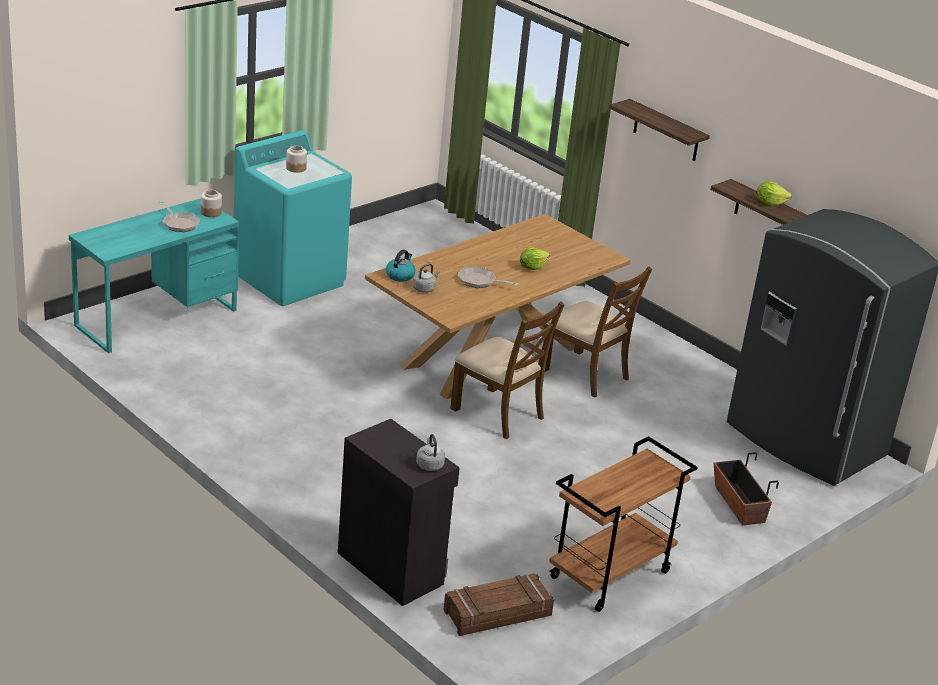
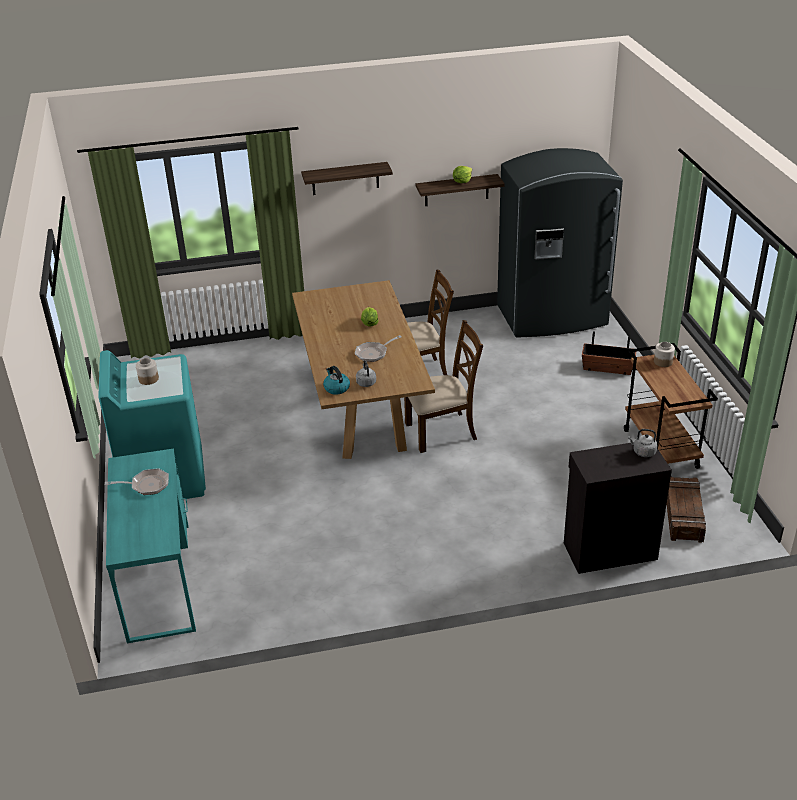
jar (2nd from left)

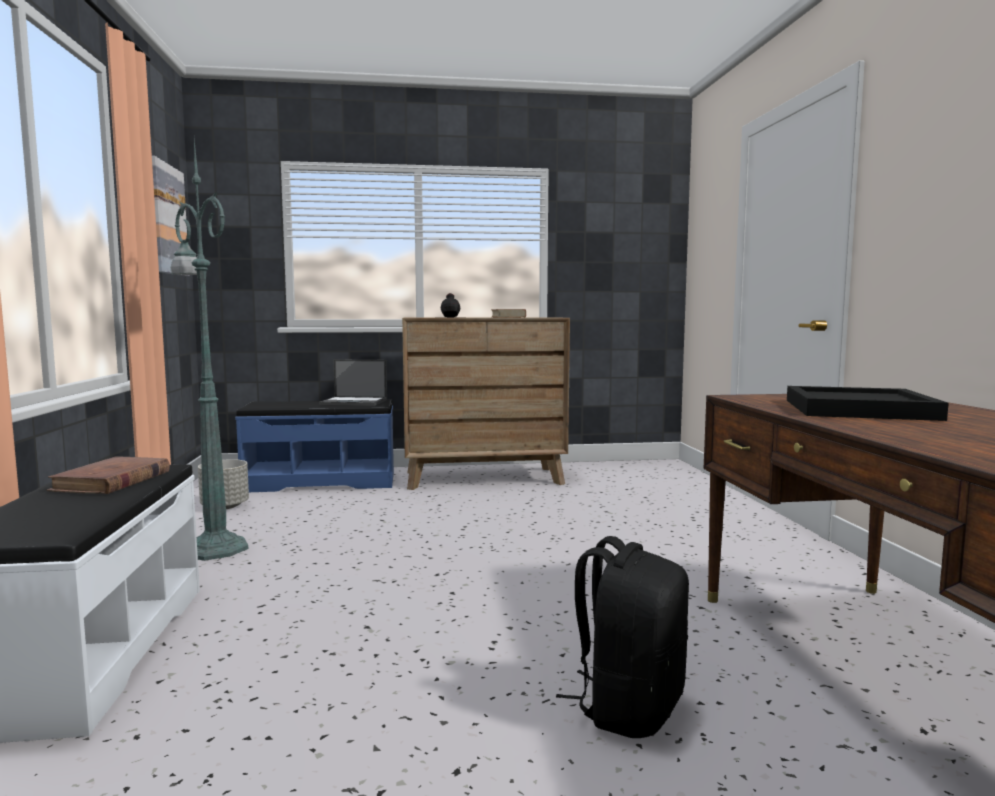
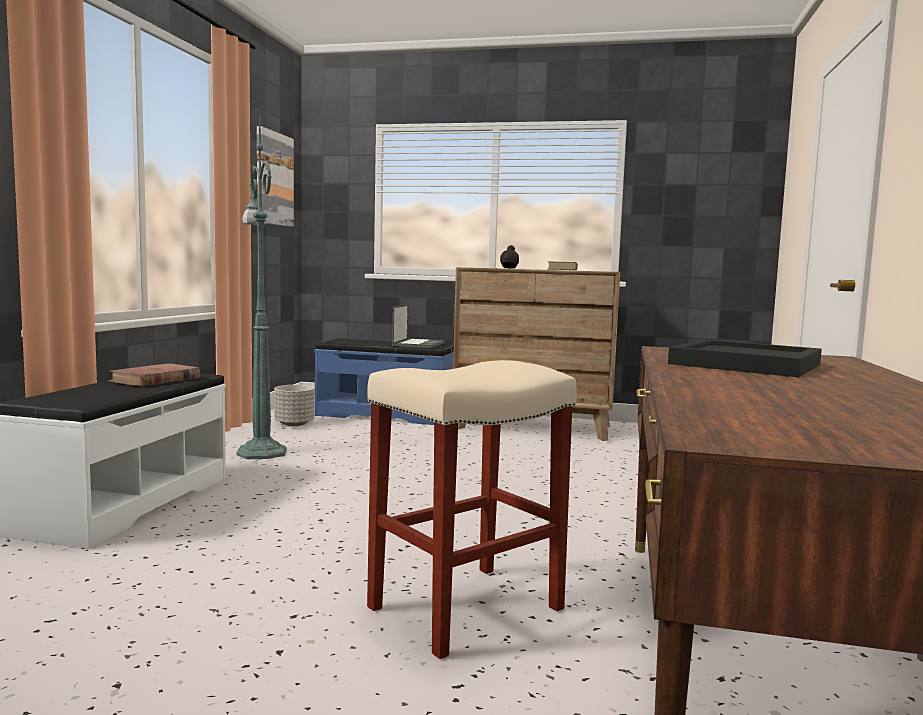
stool (beige); laptop

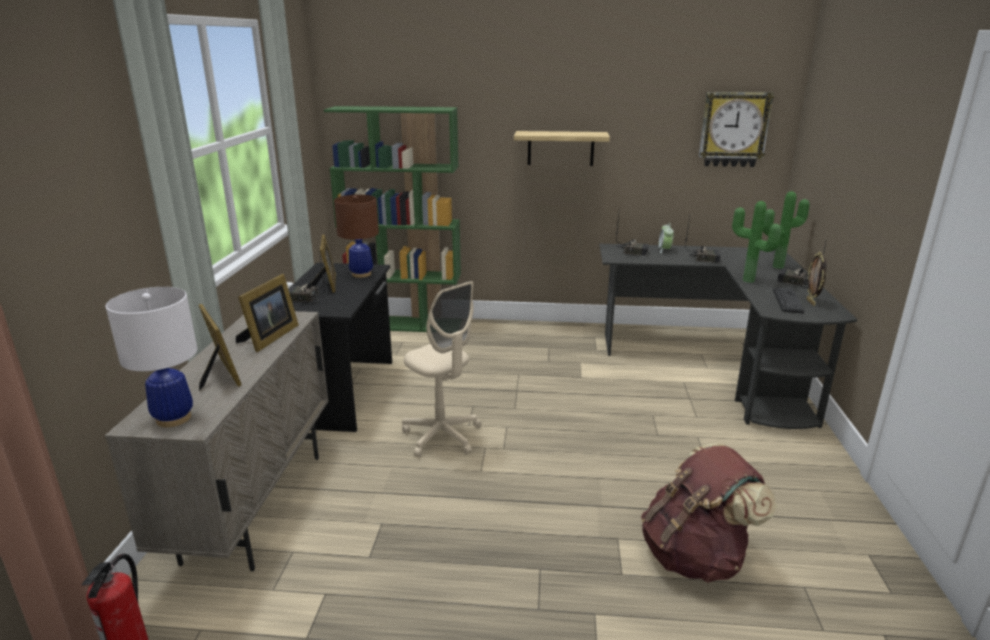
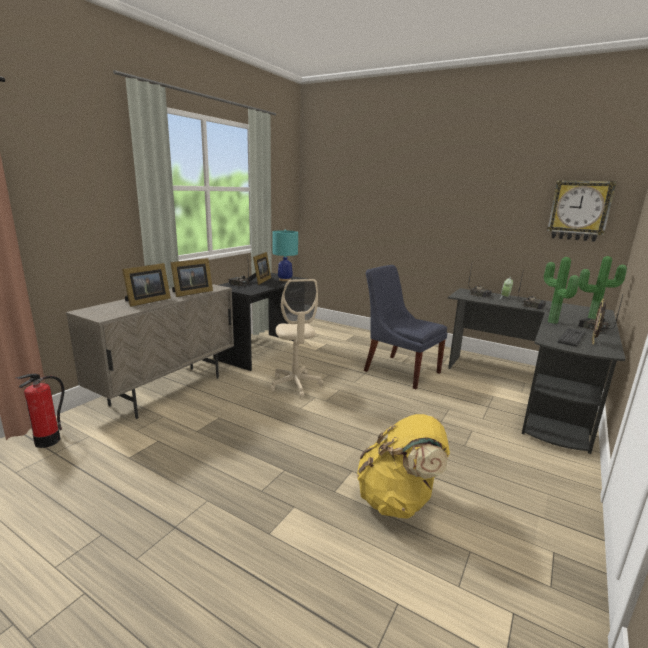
table lamp (white); bookcase (green); shelf; chair (blue); table lamp (turquoise); backpack (yellow); picture frame (1st from left)

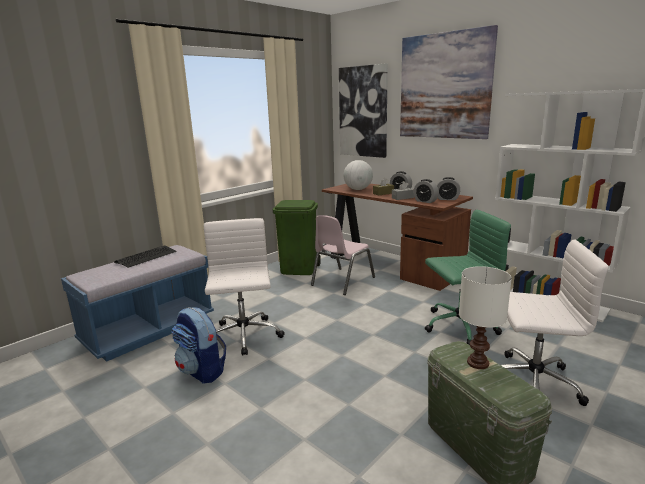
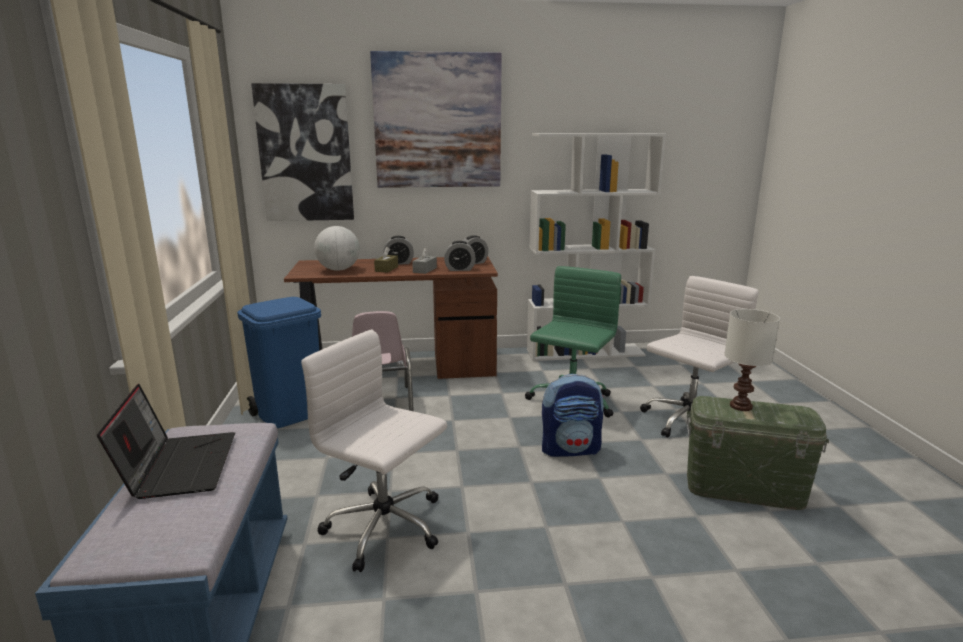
backpack; laptop; trash can (blue)

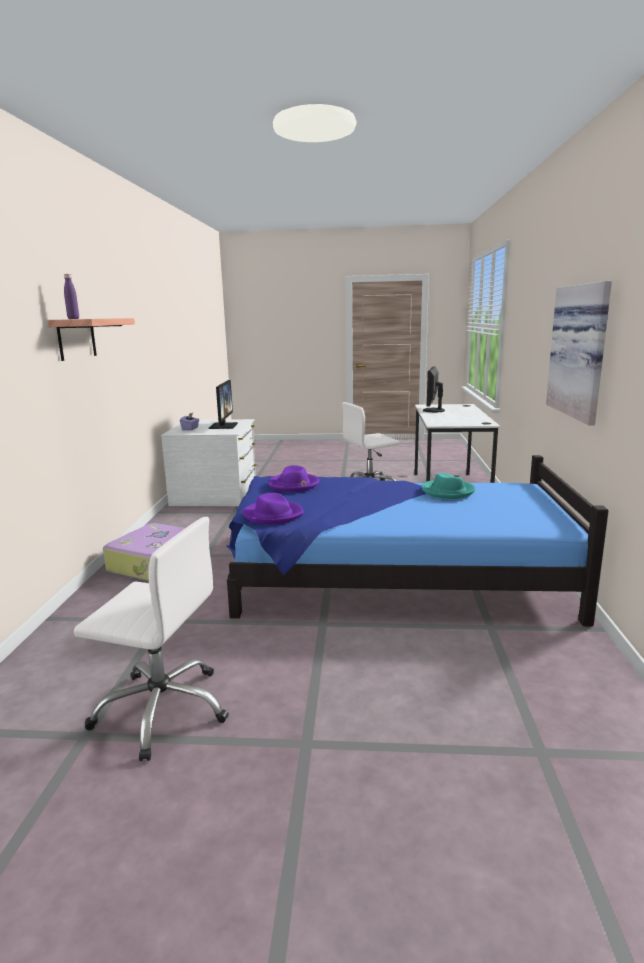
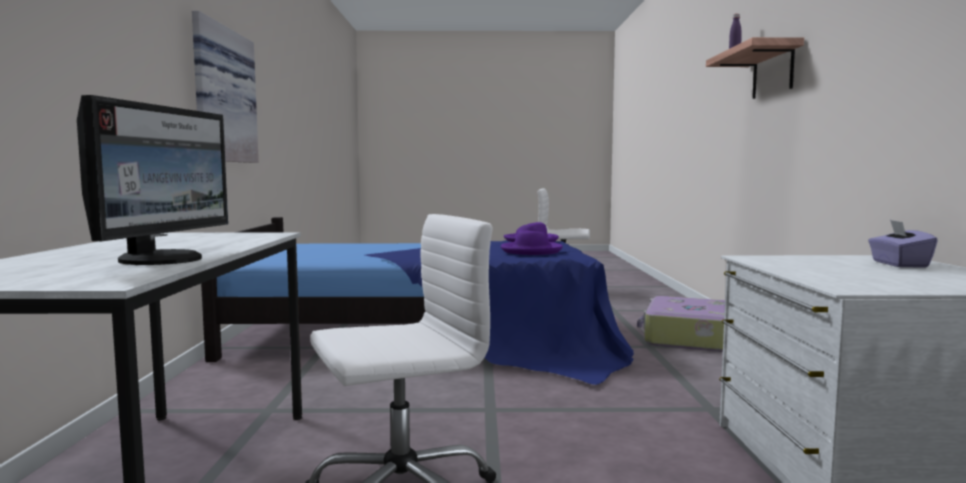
monitor (1st from left in the first image); hat (turquoise)

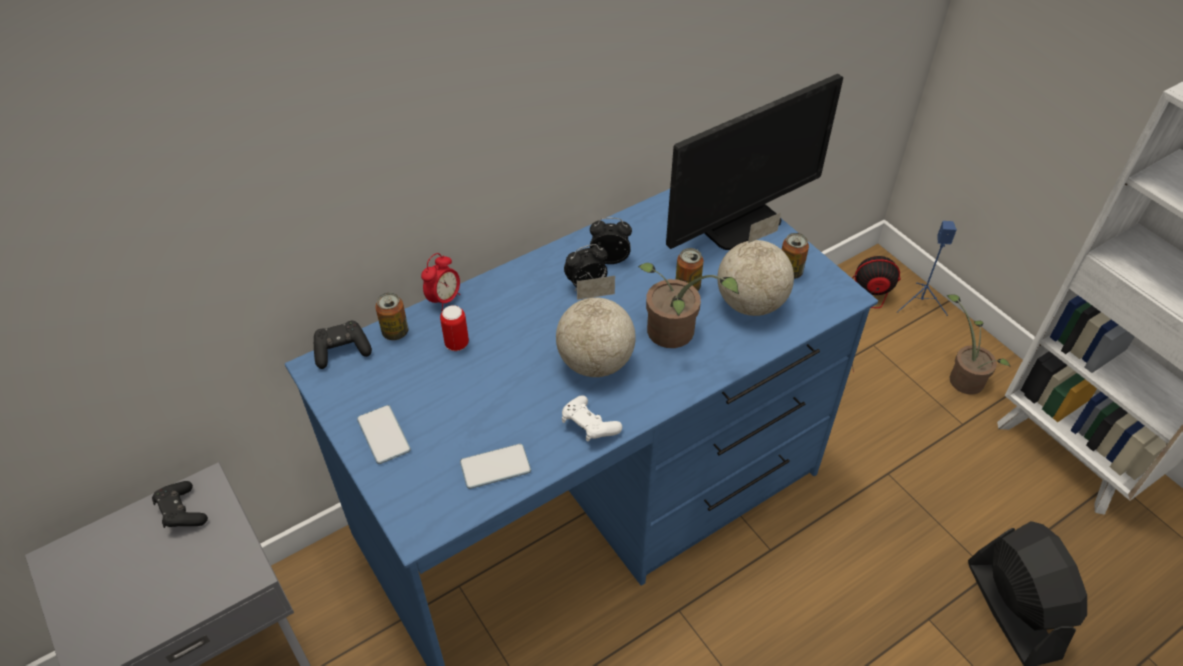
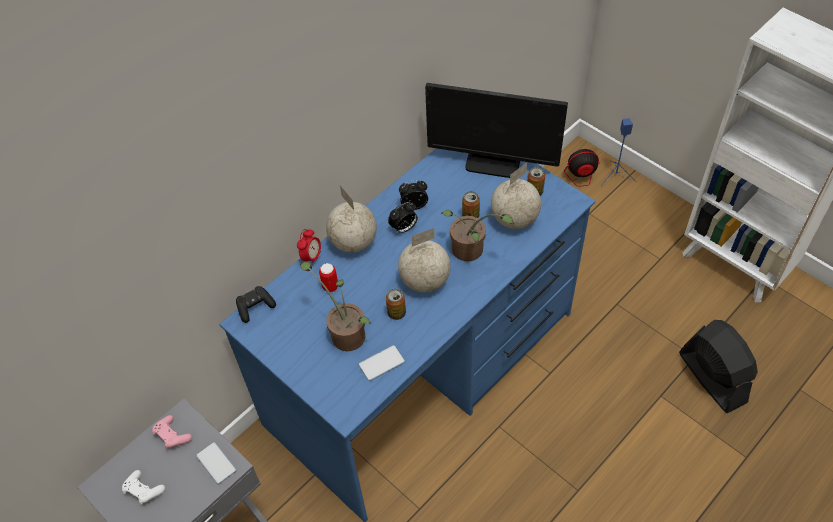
globe (1st from left); phone (1st from left); can (2nd from left); game controller (white); potted plant (1st from left); game controller (pink); monitor

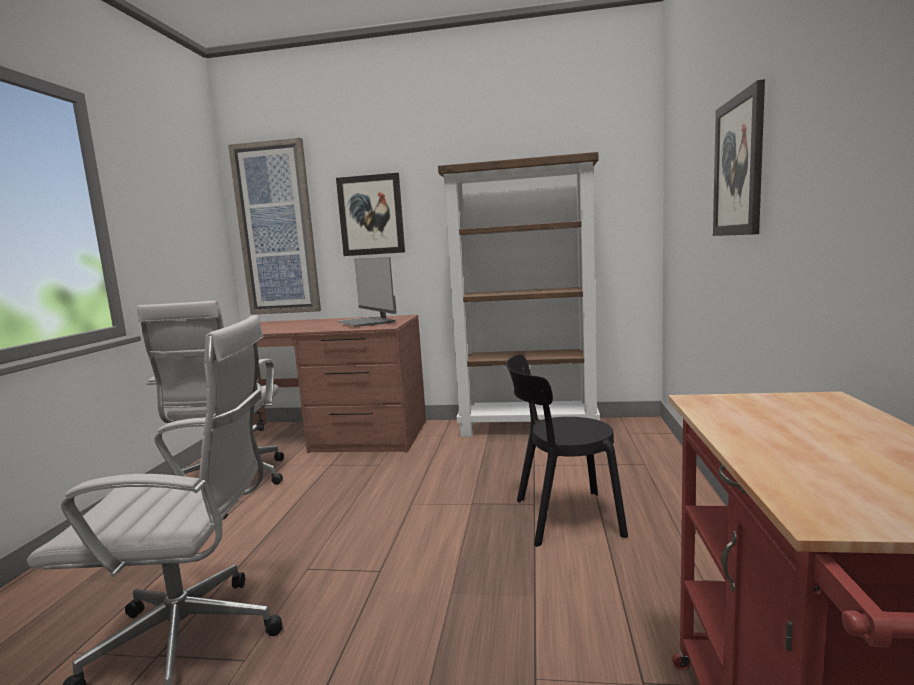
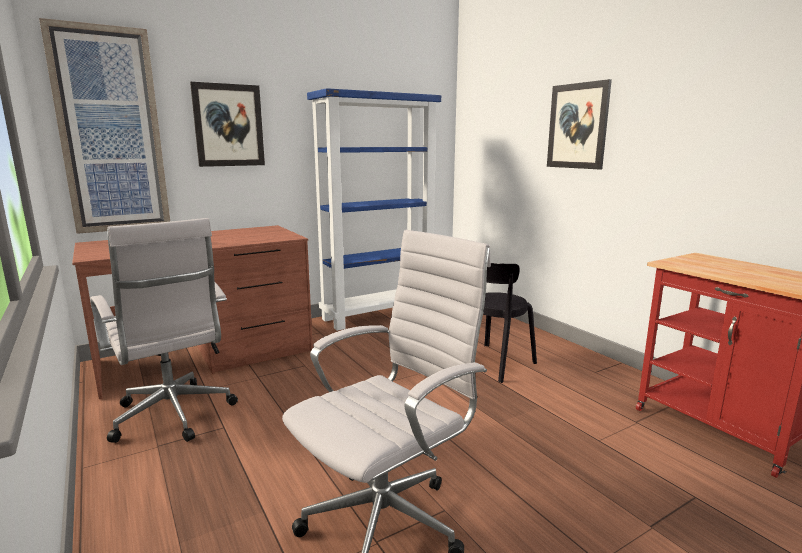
monitor; bookcase (blue)

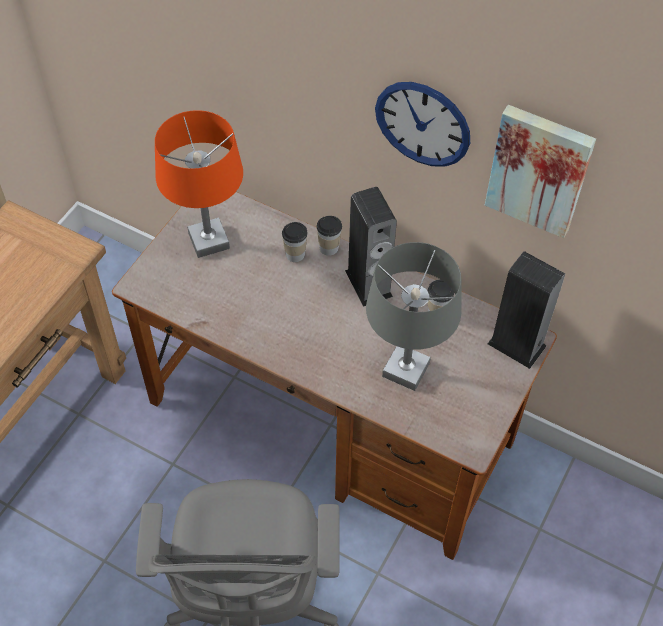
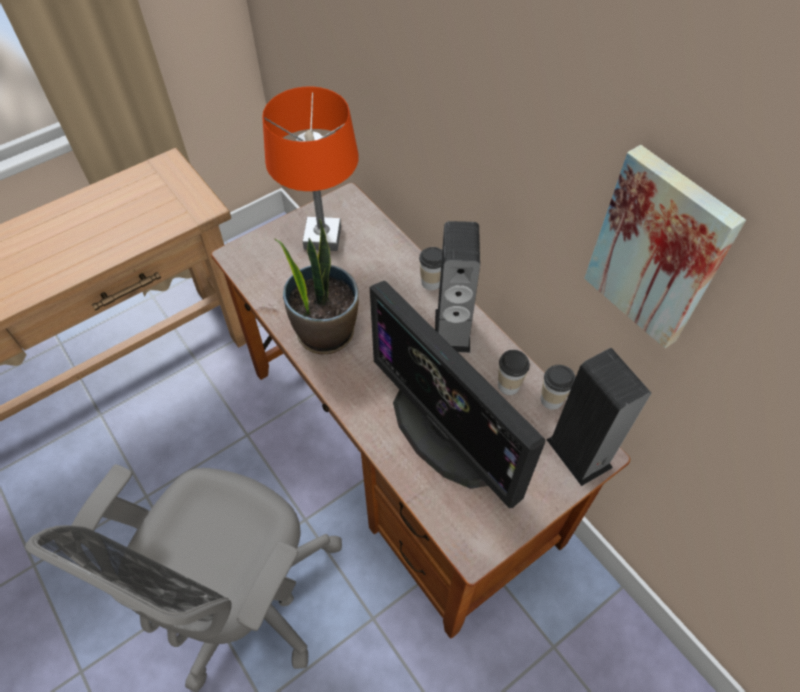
wall clock; potted plant; cup (3rd from left); monitor

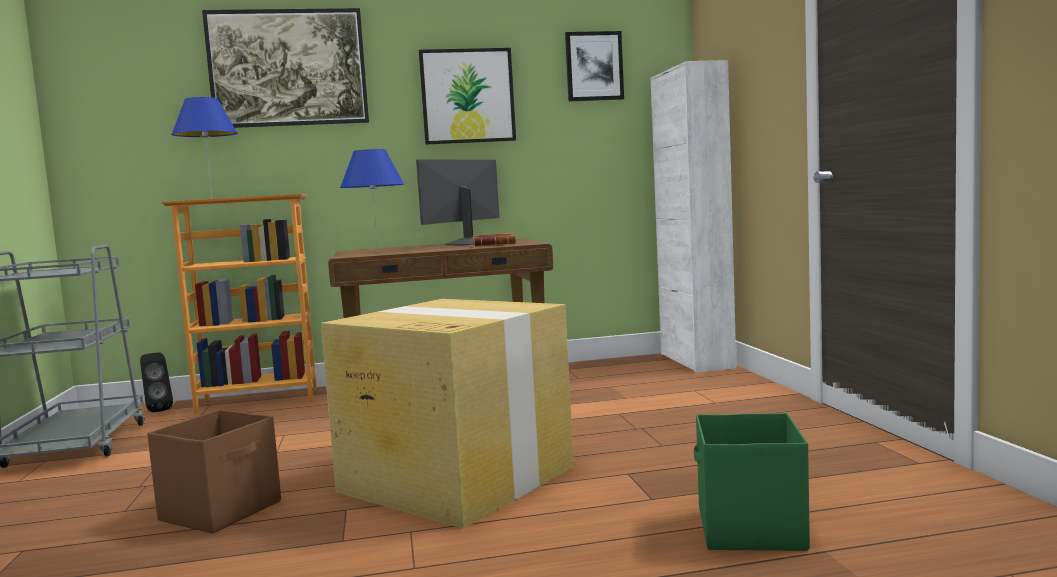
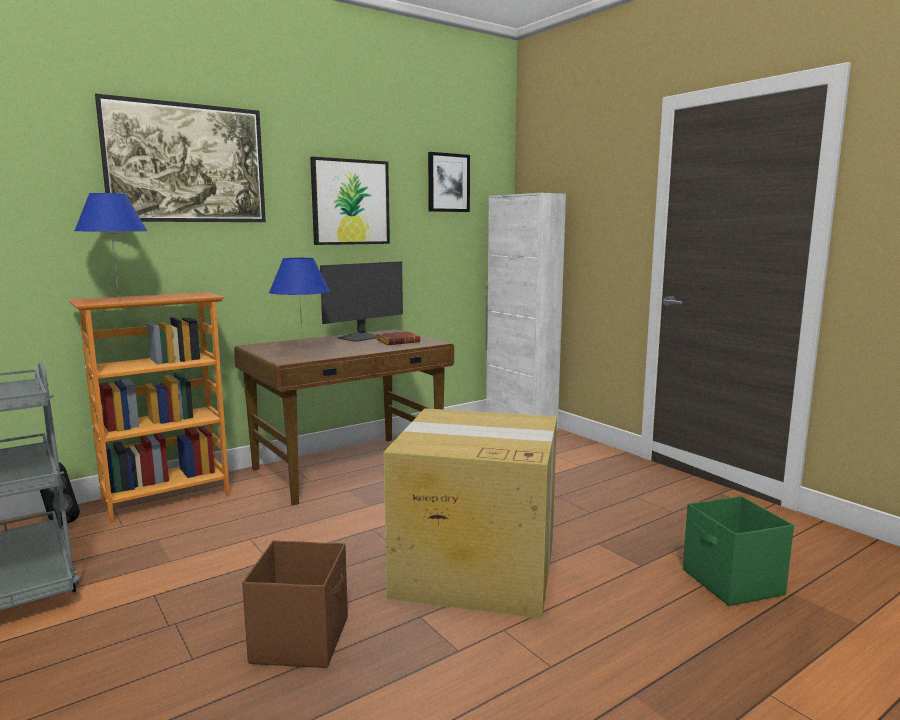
monitor

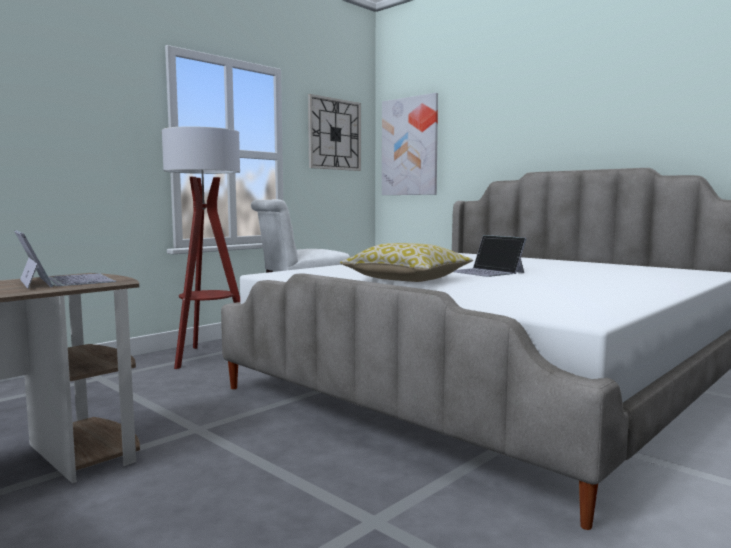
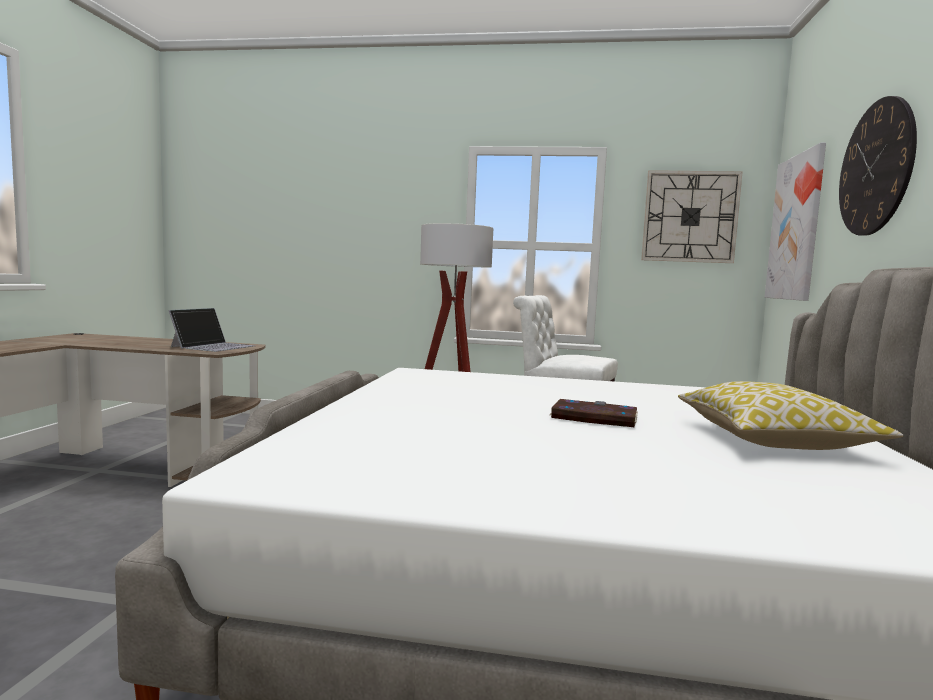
wall clock (2nd from left); pillow; book

